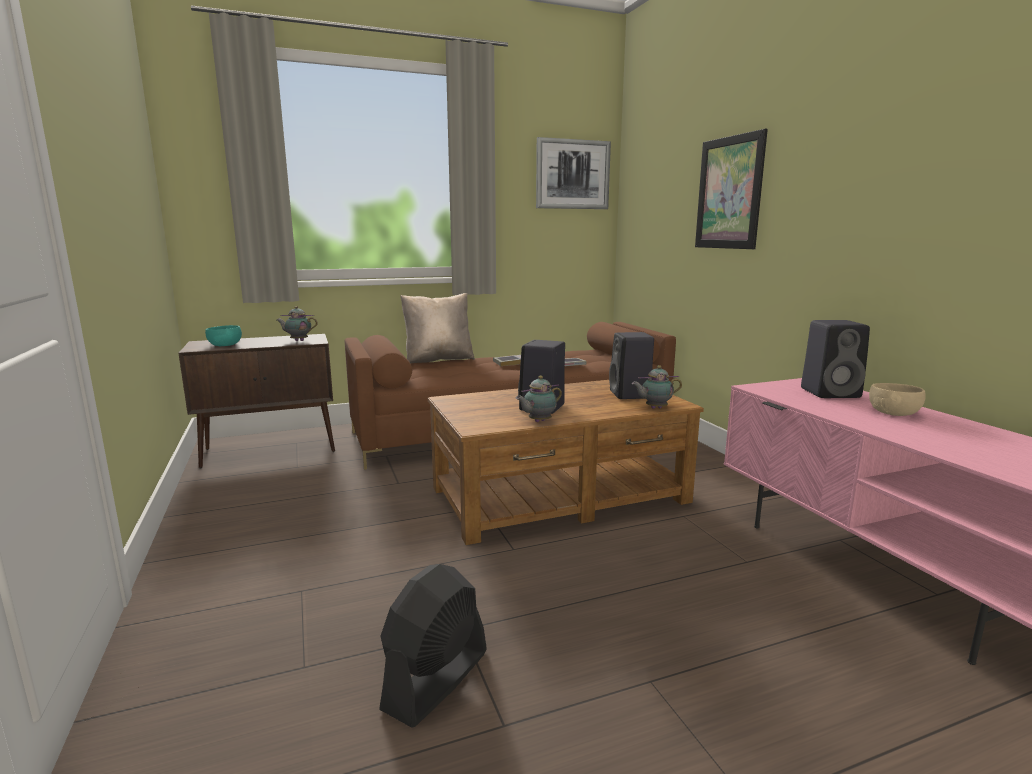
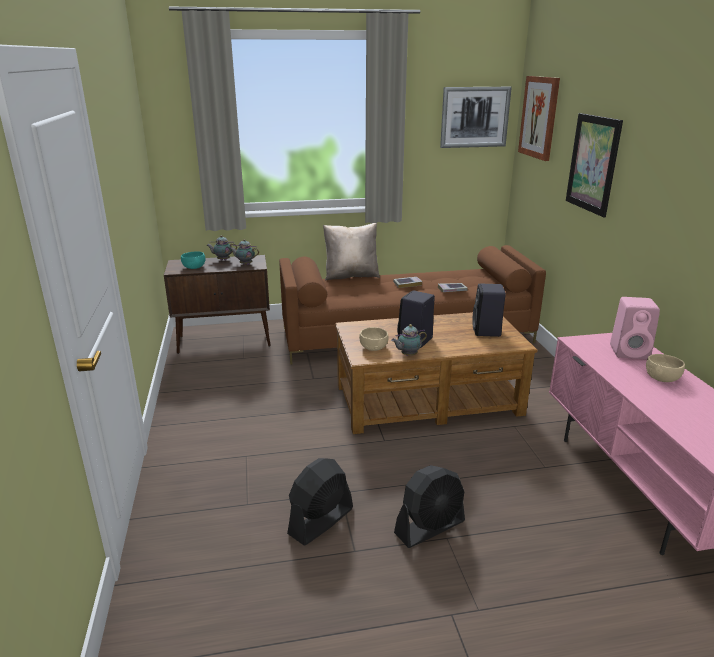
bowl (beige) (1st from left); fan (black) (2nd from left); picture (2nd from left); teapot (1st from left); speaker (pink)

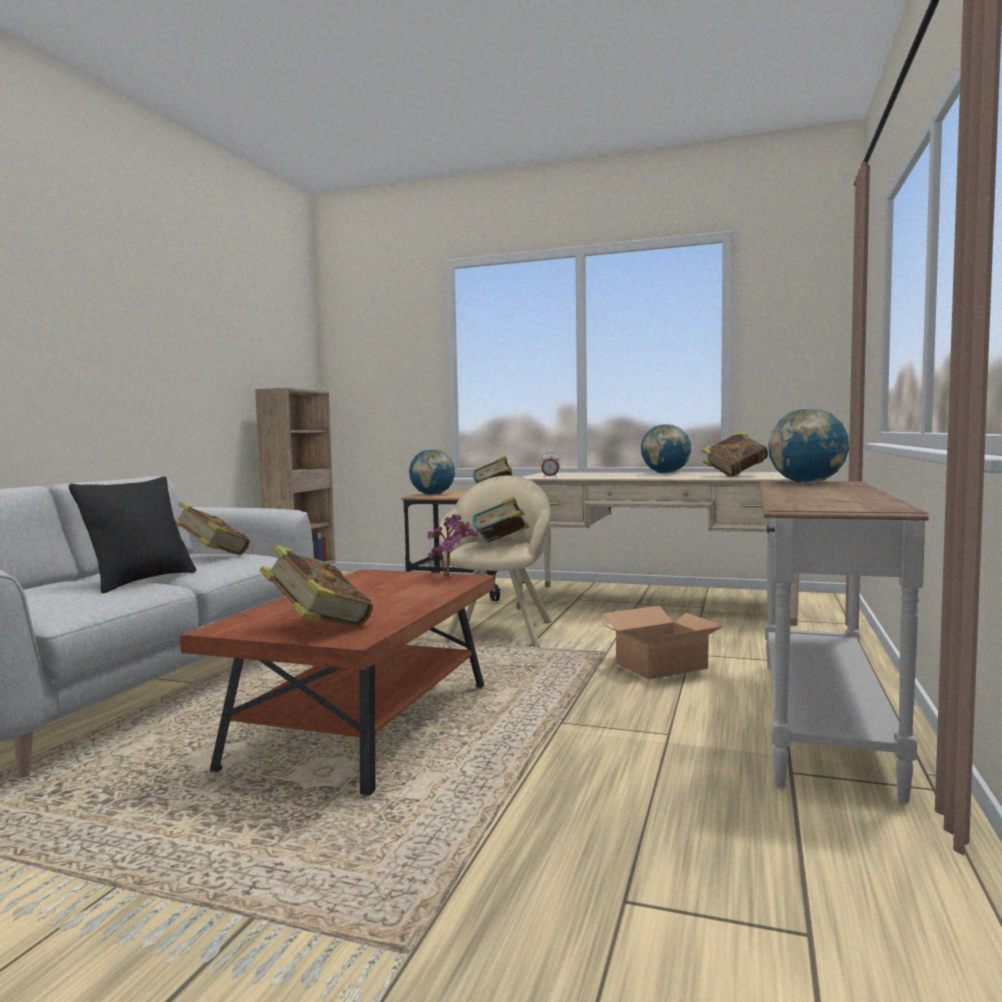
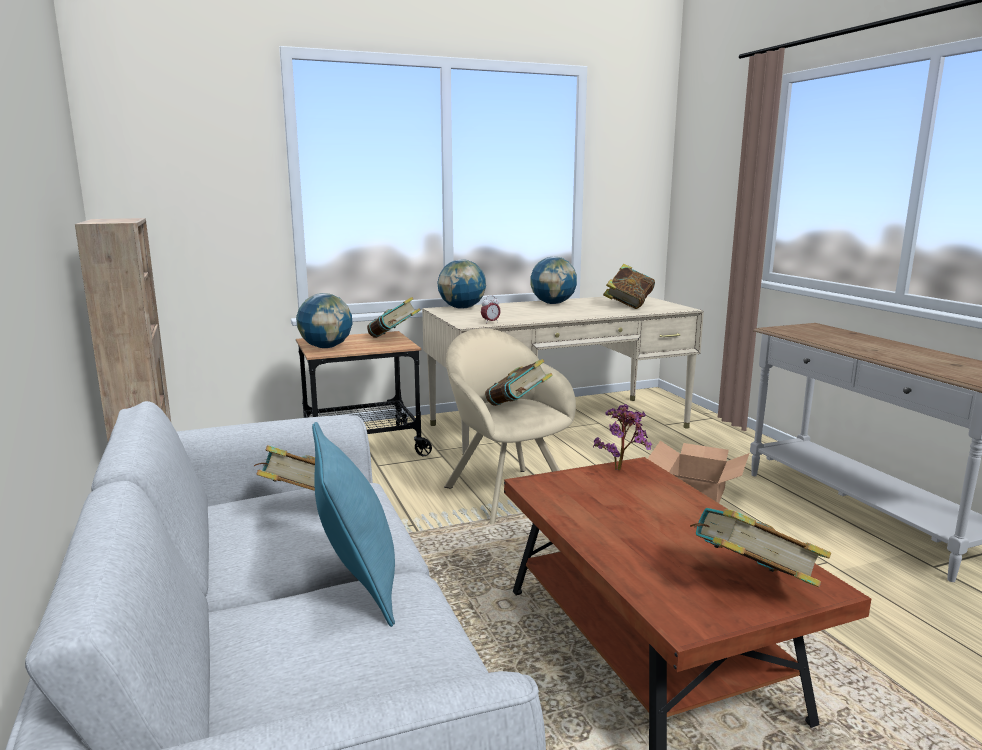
globe (2nd from left); pillow (turquoise)

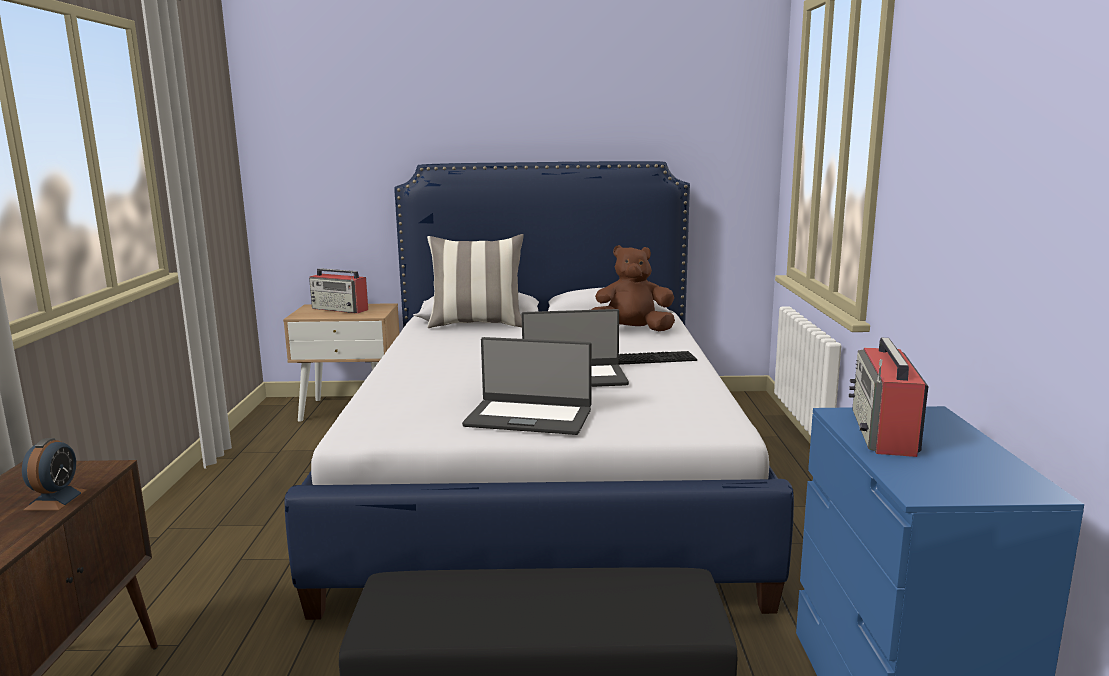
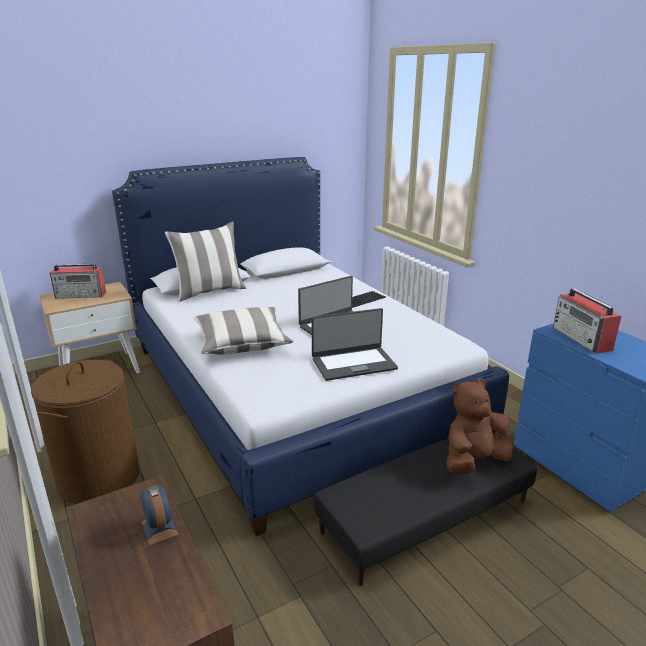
laundry basket (brown); pillow (2nd from left); plush toy (brown)

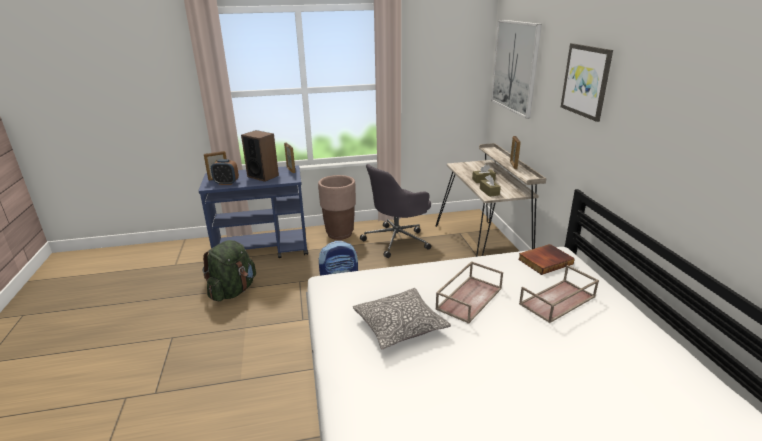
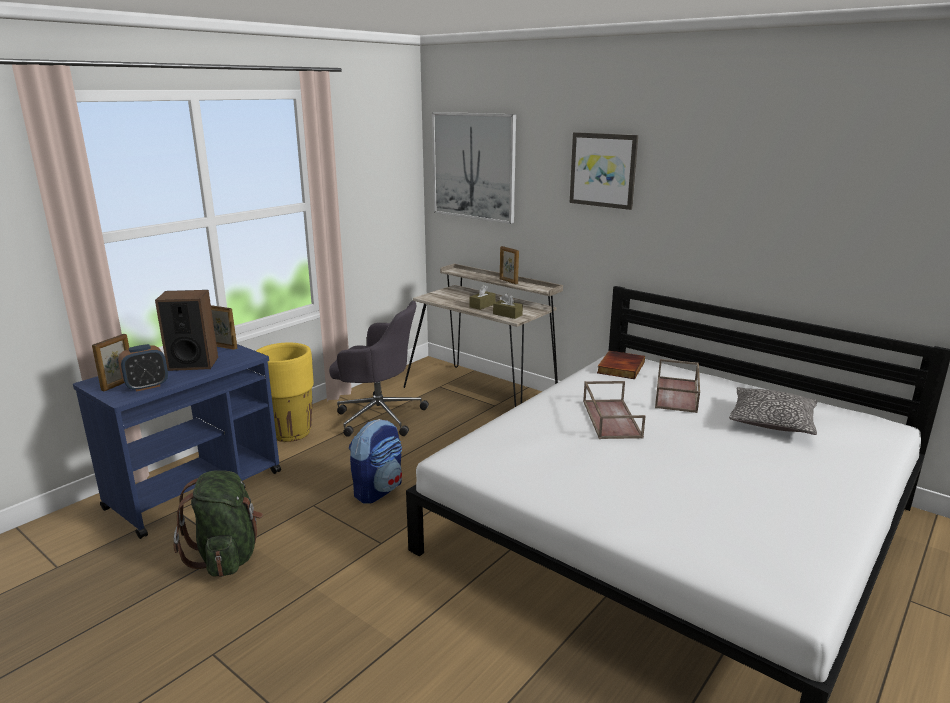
pillow; planter (yellow); office chair (grey)

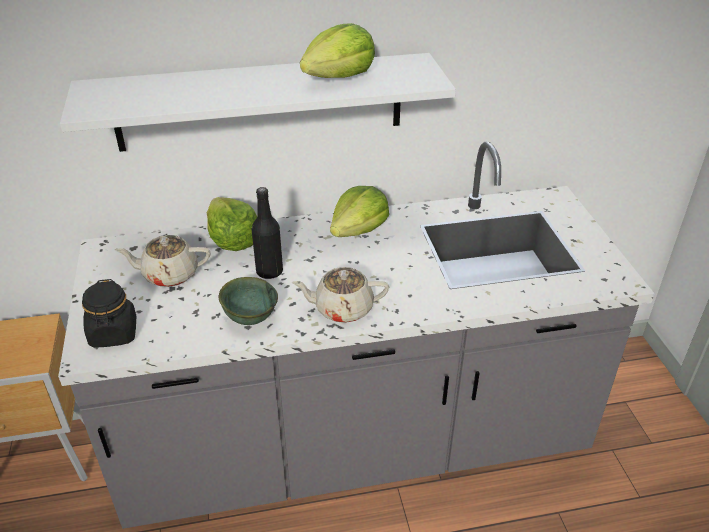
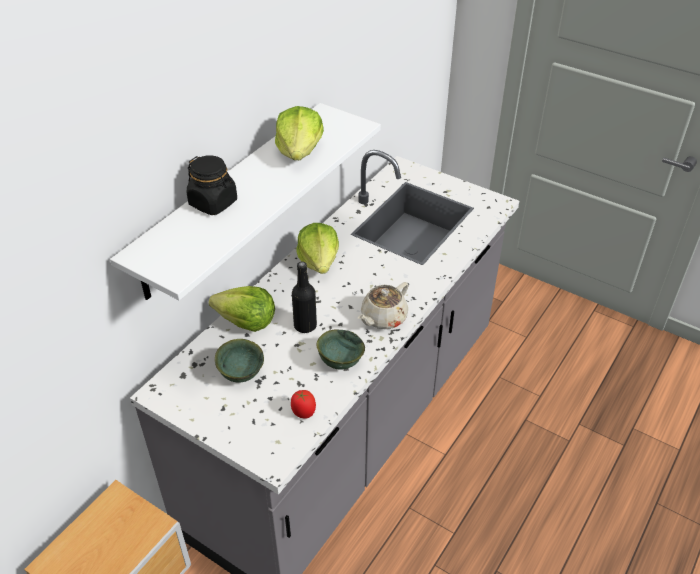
tomato; jar (black); bowl (green) (1st from left)

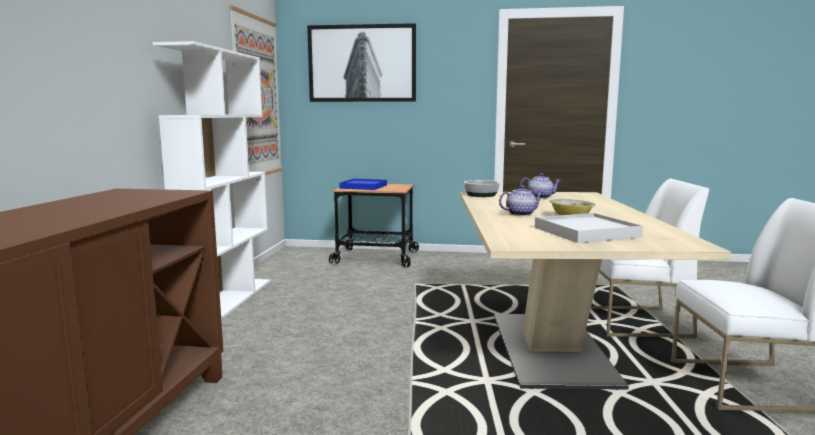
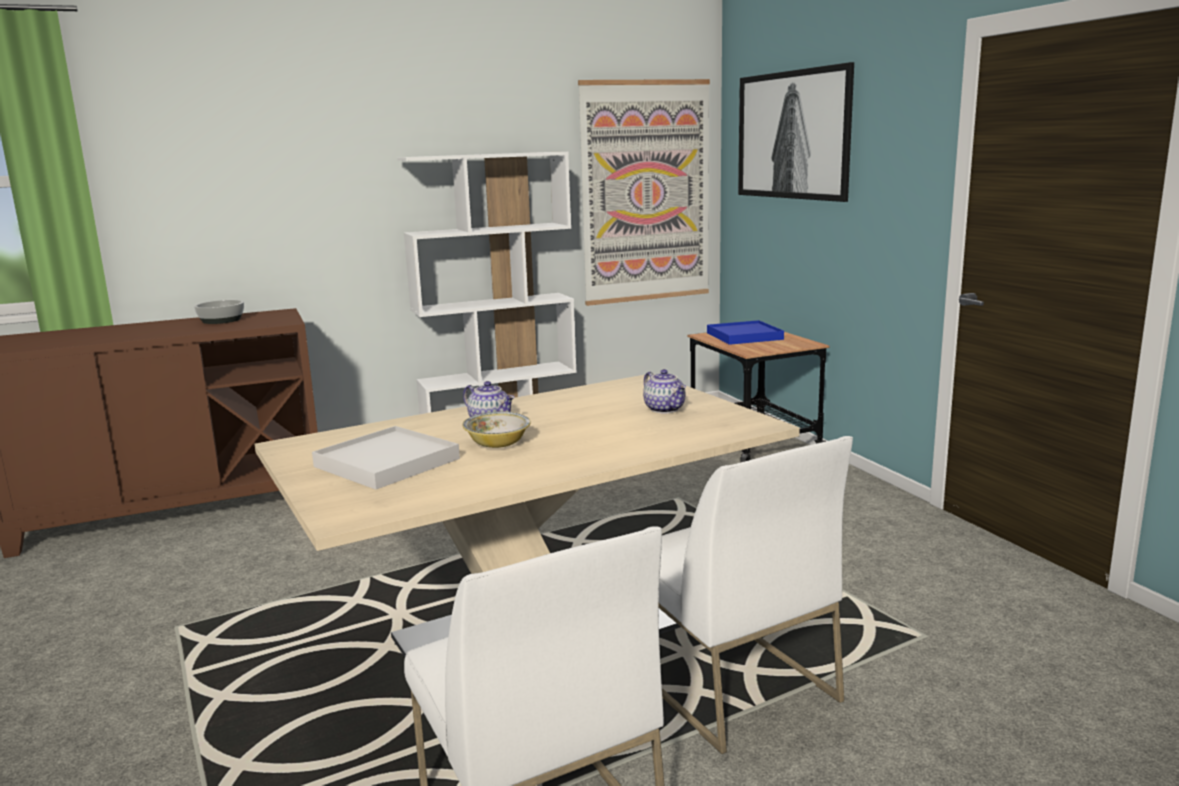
bowl (1st from left)

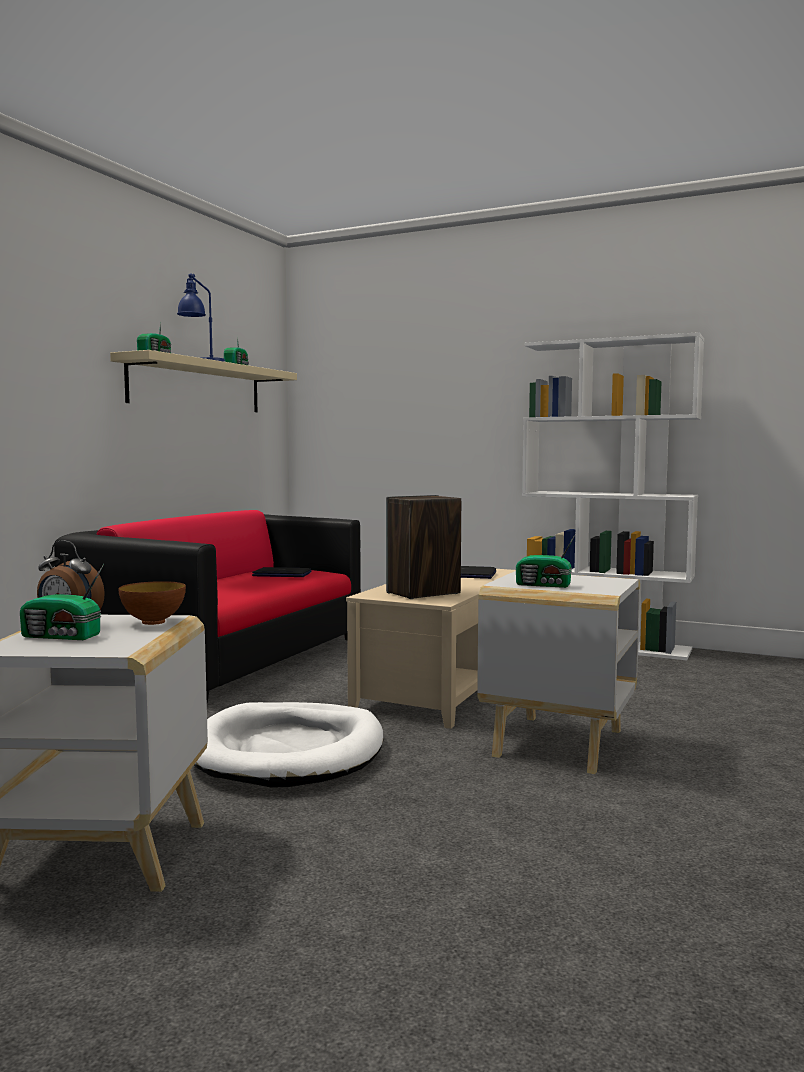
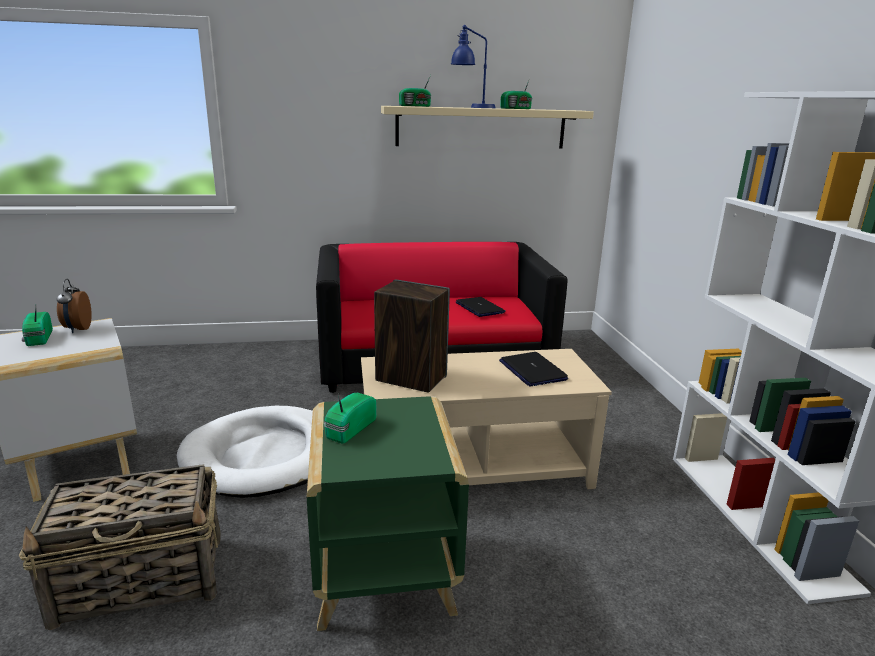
bowl; basket; side table (green); radio (2nd from left)

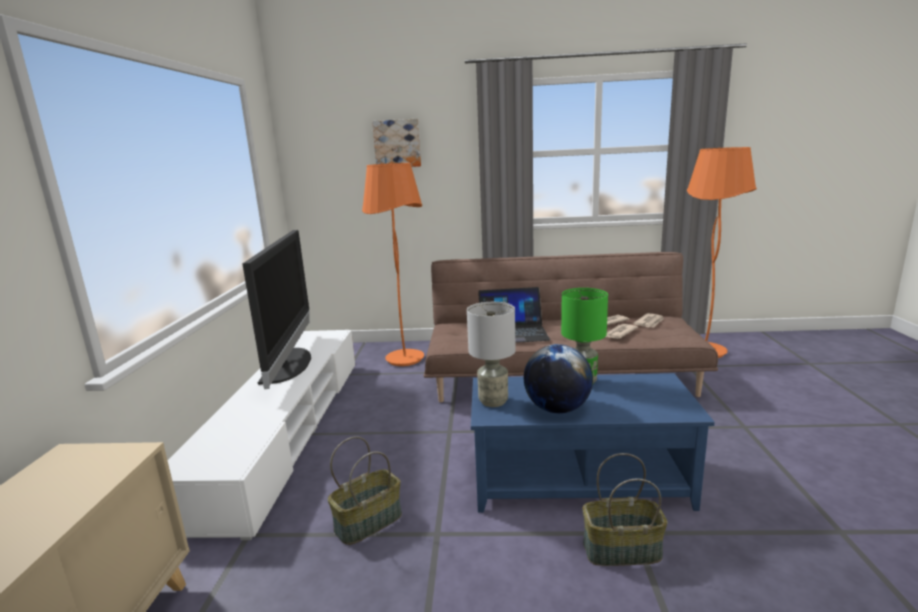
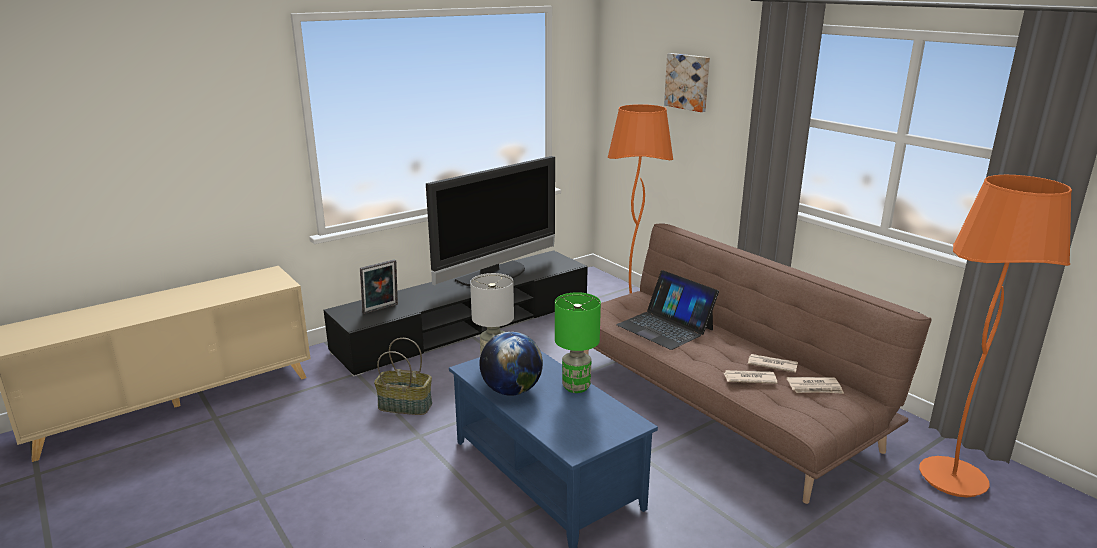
basket (2nd from left in the first image); picture frame; tv stand (black)

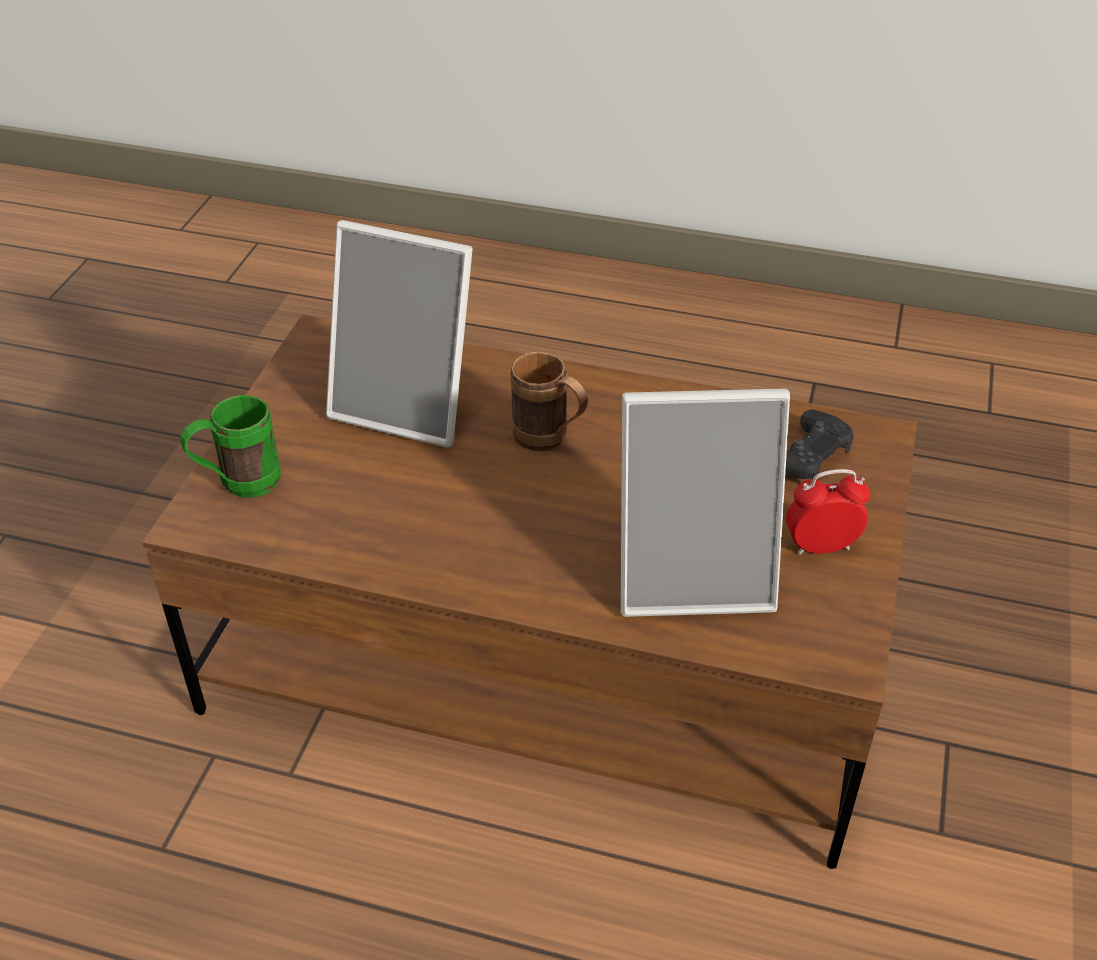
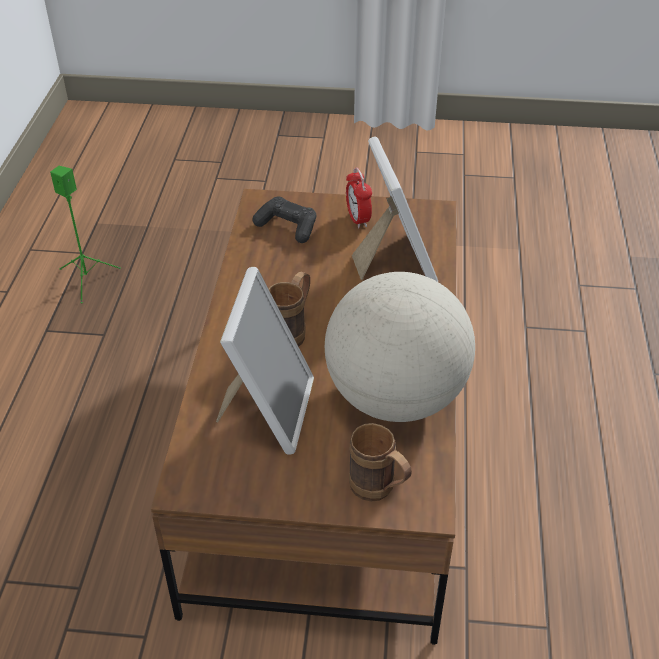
speaker (green); globe; mug (brown) (2nd from left)

